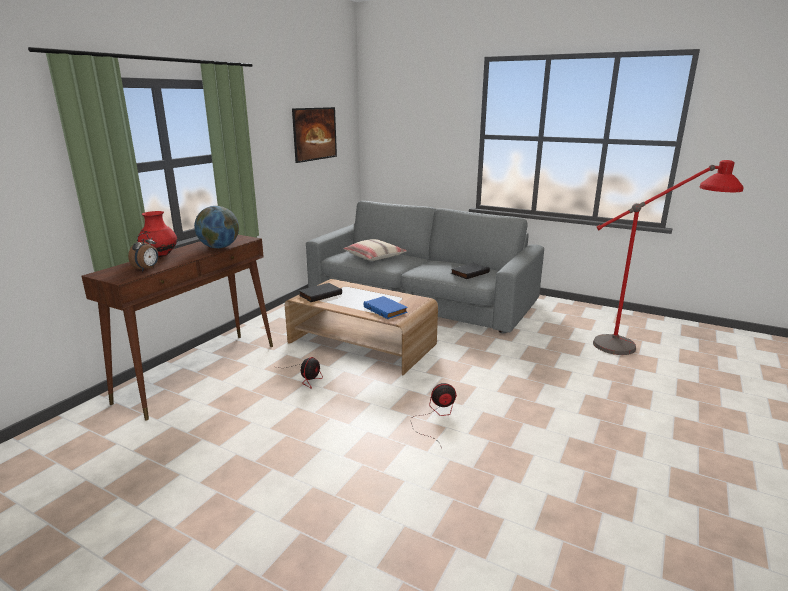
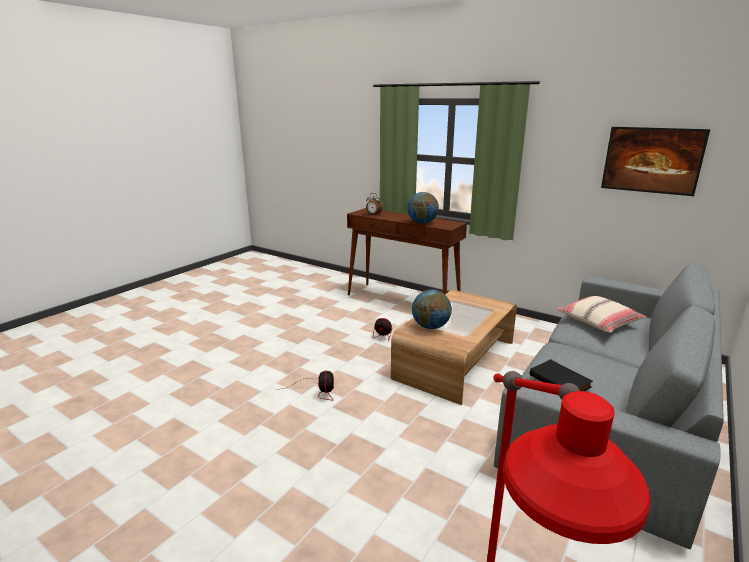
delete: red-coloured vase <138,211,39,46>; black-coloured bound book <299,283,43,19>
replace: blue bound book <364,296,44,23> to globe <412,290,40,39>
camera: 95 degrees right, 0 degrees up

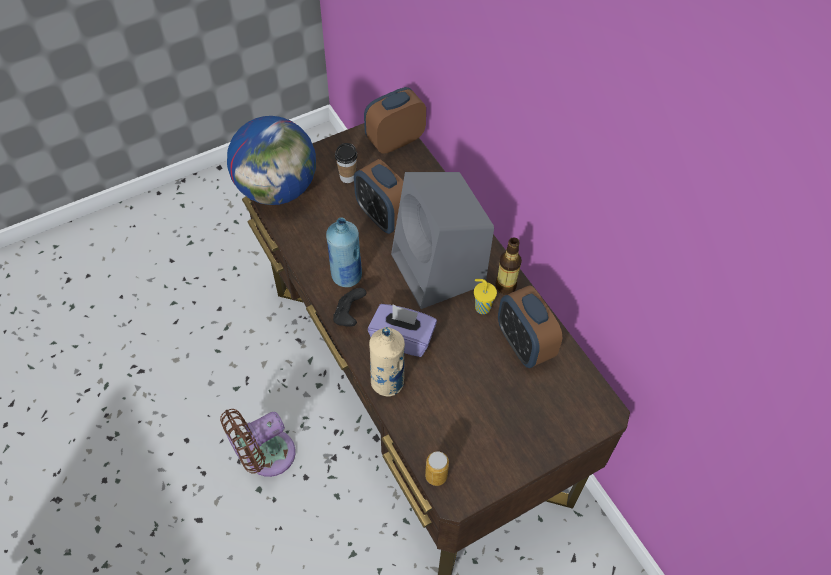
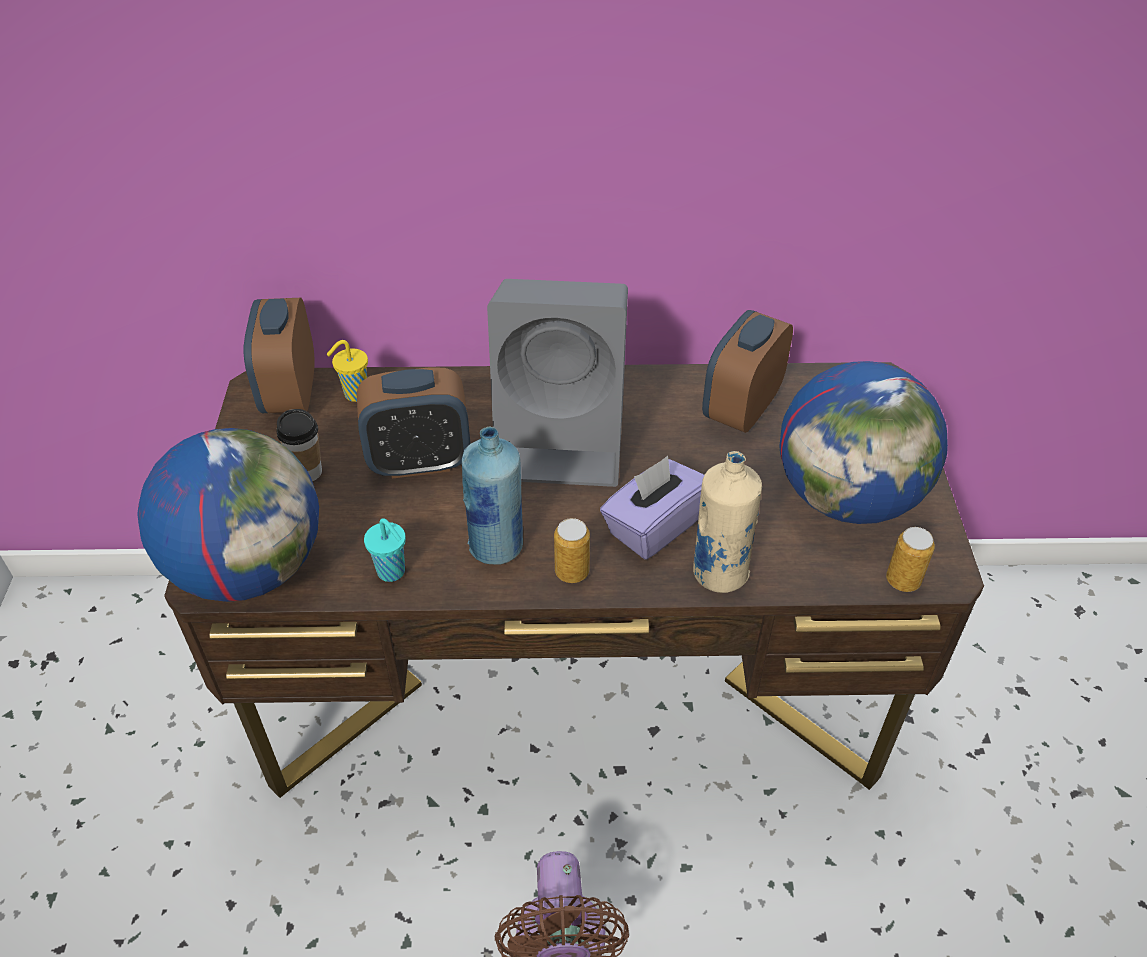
delete: beverage bottle <495,237,27,58>
insert: blue-green cup <364,518,42,64>; globe <779,361,169,163>
move: yellow cup <474,279,23,35> to <327,340,41,62>
replace: black-coloured game controller <333,288,33,39> to can <554,518,36,65>
rotate: bedside clock <498,286,64,82> = <702,310,91,123> 120 degrees clockwise
camera: 60 degrees left, 10 degrees down

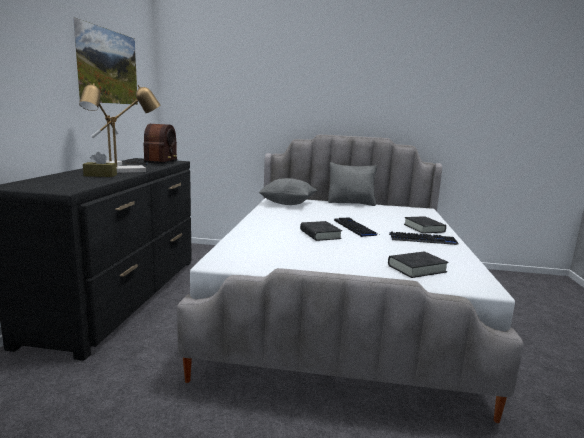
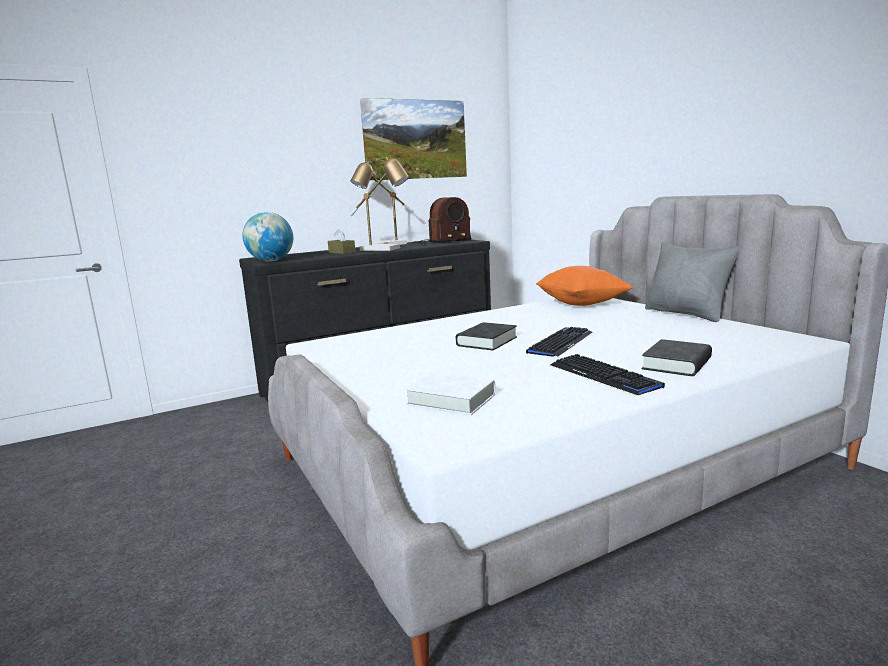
insert: globe <243,212,50,50>
recolor: gray pillow <258,178,59,27> to orange-coloured pillow <536,266,97,40>; black-coloured bound book <388,251,61,27> to whitish bound book <405,373,90,42>
camera: 55 degrees right, 0 degrees up

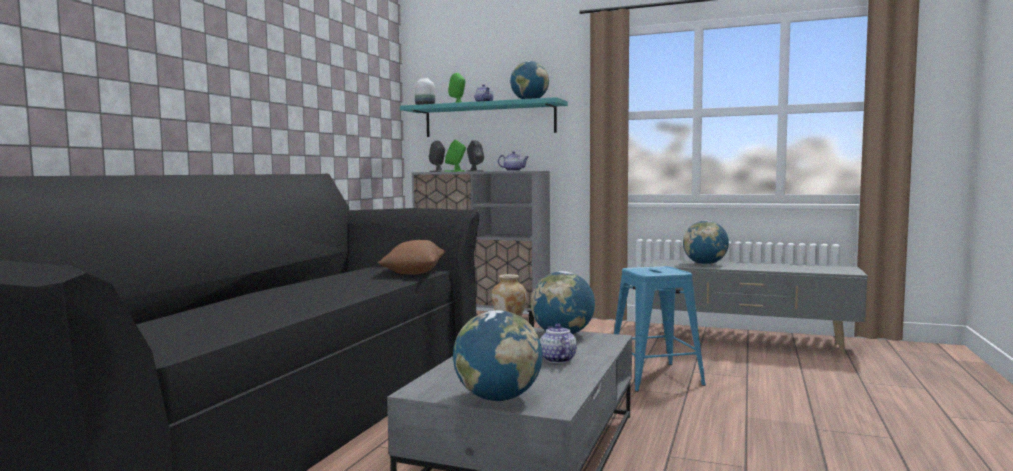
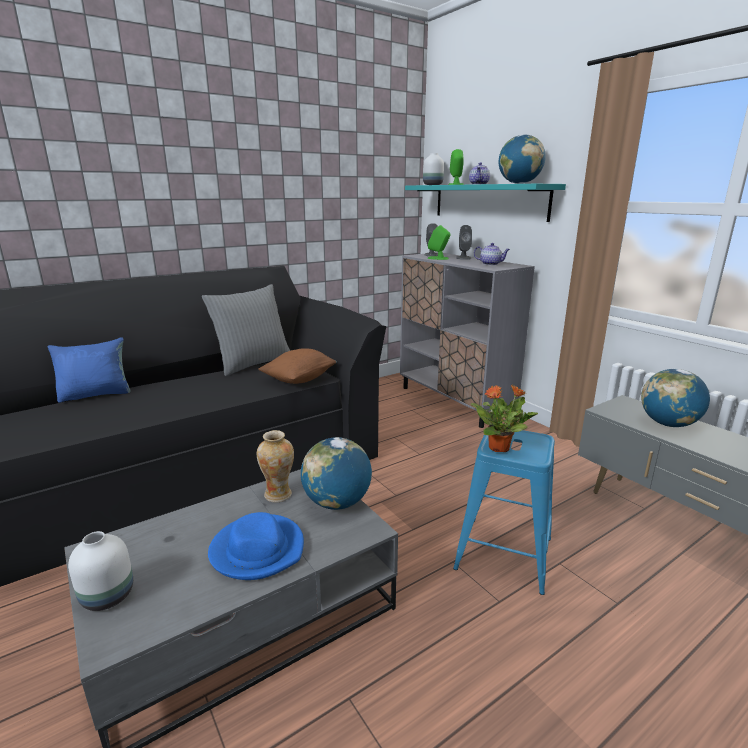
insert: blue pillow <48,337,83,66>; gray pillow <202,284,88,92>; plant in a pot <470,385,68,67>
replace: globe <453,310,89,91> to whitish vase <68,531,65,80>; tea pot <540,324,37,39> to blue wearable hat <208,512,96,68>
camera: 35 degrees right, 15 degrees up

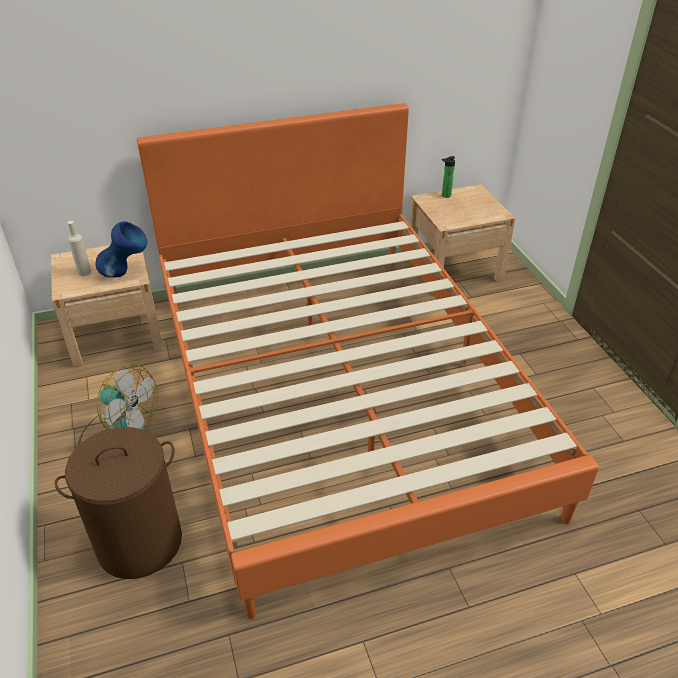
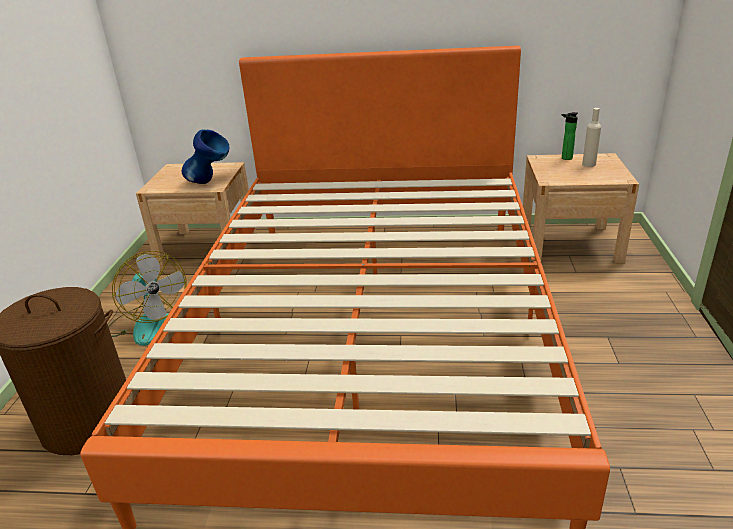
move: beige-coloured beverage bottle <68,221,23,55> to <582,108,19,59>
camera: 25 degrees right, 10 degrees down

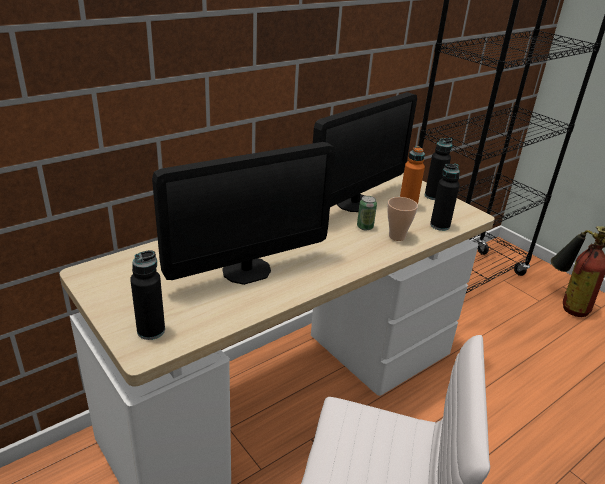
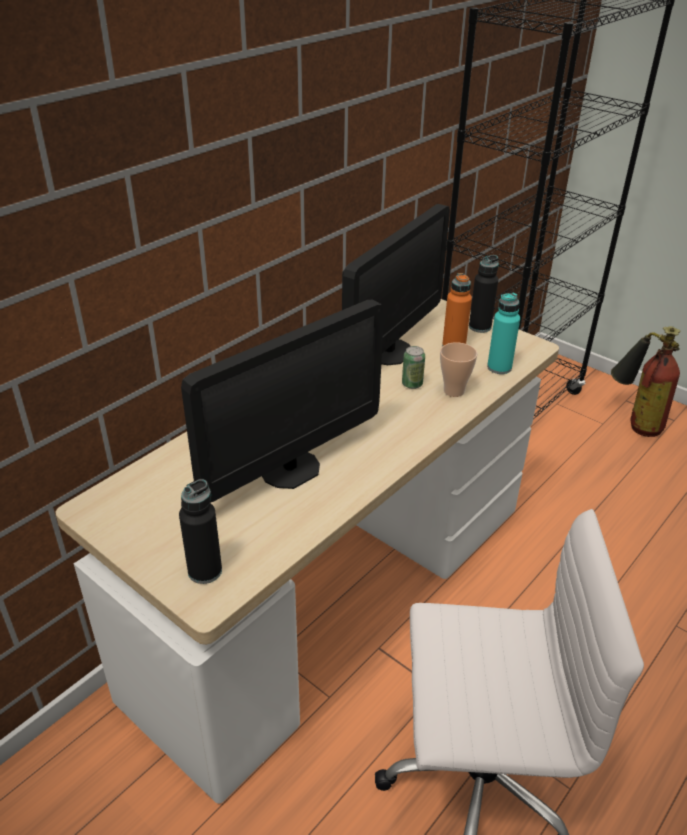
recolor: black-coloured beverage bottle <430,164,30,67> to blue-green beverage bottle <487,293,33,81>
camera: 10 degrees left, 5 degrees up

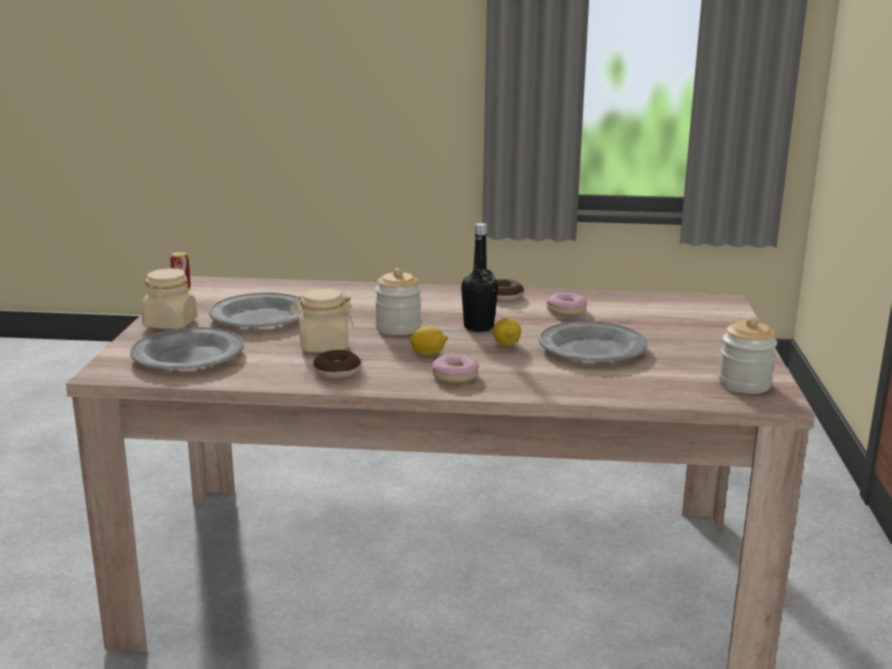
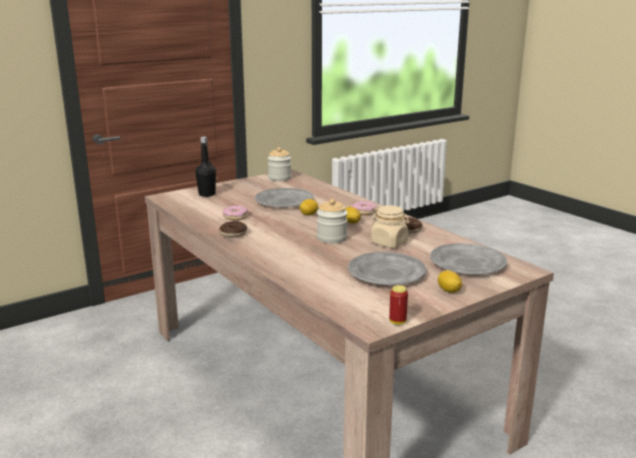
move: black-coloured beverage bottle <461,223,37,109> to <195,136,21,61>
replace: beige-coloured jar <141,268,56,61> to lemon <438,270,24,23>
camera: 130 degrees left, 0 degrees up

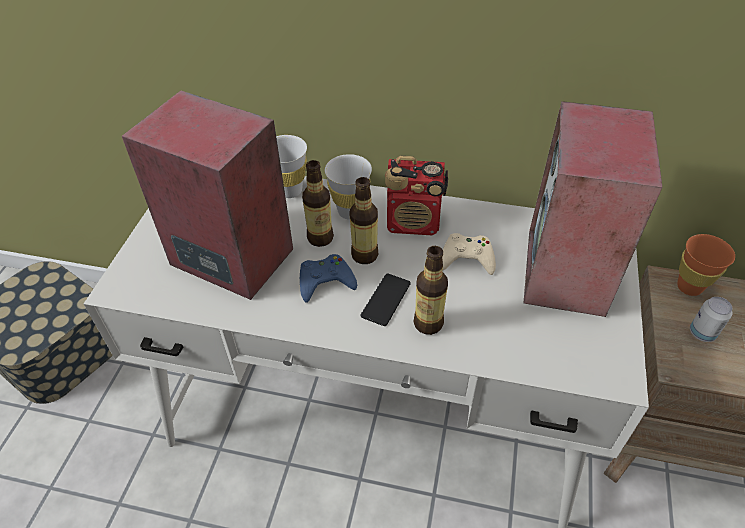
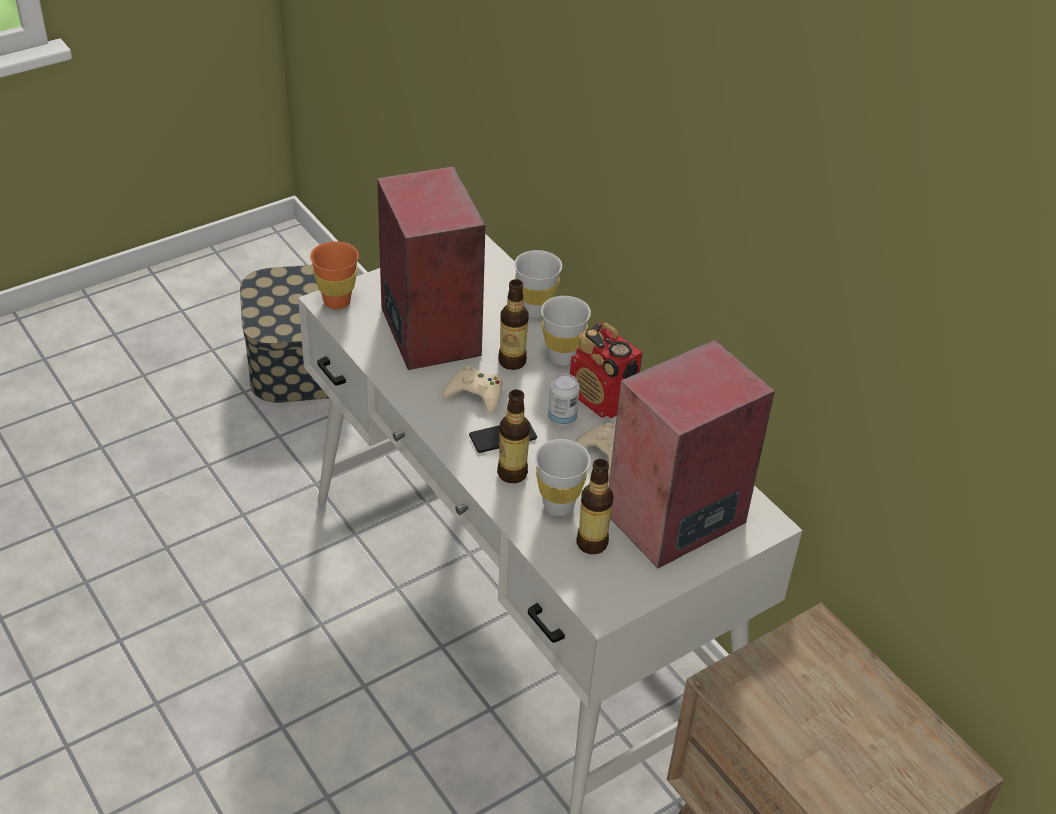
insert: whitish cup <535,439,56,77>
move: beverage bottle <349,177,29,87> to <576,459,38,95>; orange-coloured cup <677,234,58,62> to <310,241,49,69>; can <690,297,42,45> to <548,373,32,53>
recolor: blue game controller <300,254,57,49> to beige-coloured game controller <442,366,60,49>
camera: 40 degrees right, 5 degrees down

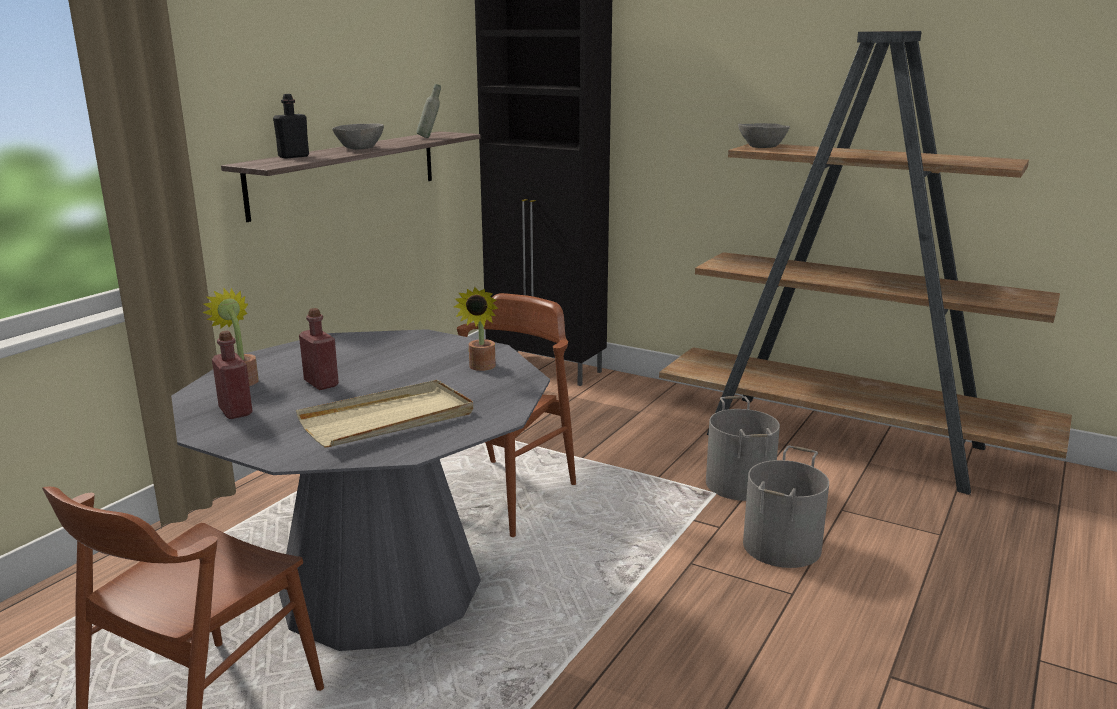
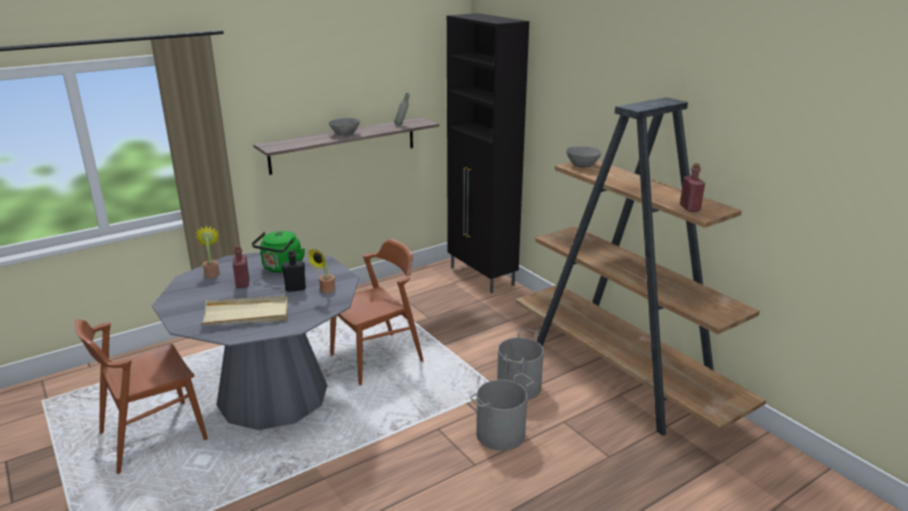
insert: greenish tea kettle <252,231,53,42>
move: red-coloured beverage bottle <212,331,41,88> to <680,163,25,49>; black-coloured beverage bottle <273,94,36,65> to <282,250,24,42>
camera: 25 degrees right, 5 degrees up

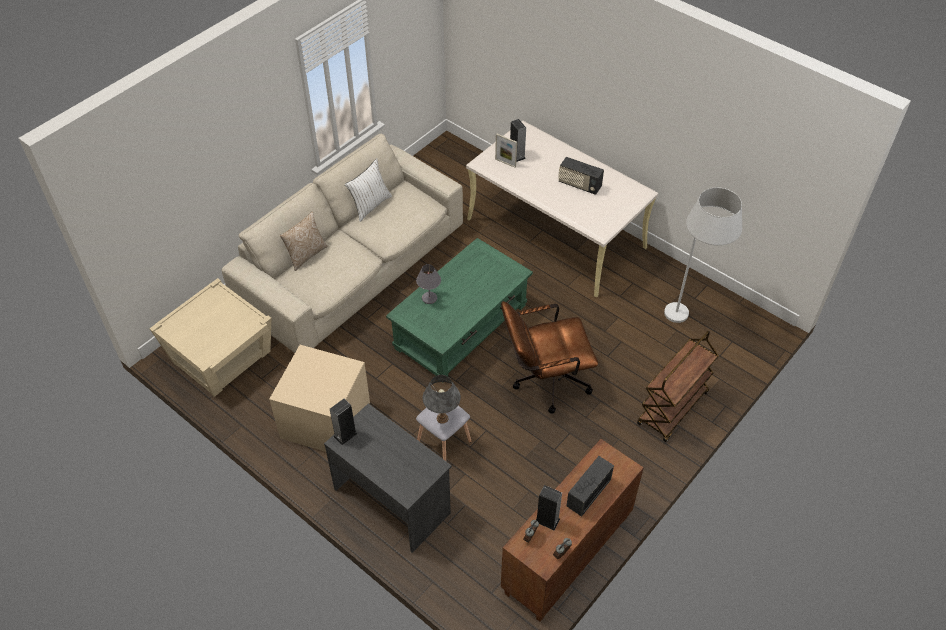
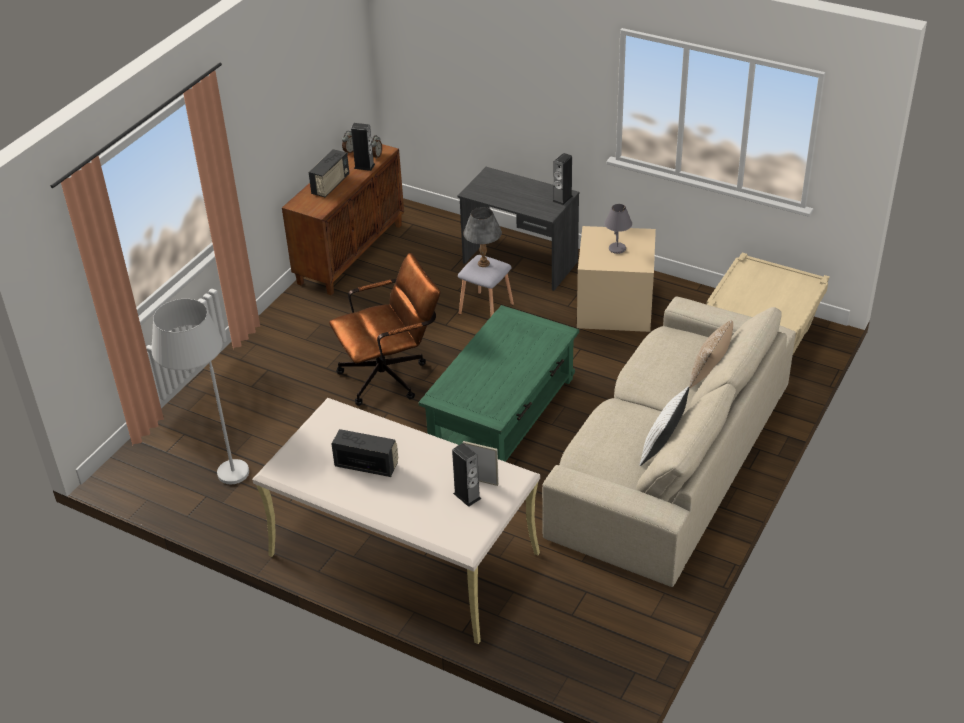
delete: brown cart <637,331,82,111>
move: gray lamp for a table <416,264,25,40> to <604,204,28,50>
camera: 170 degrees right, 10 degrees down

